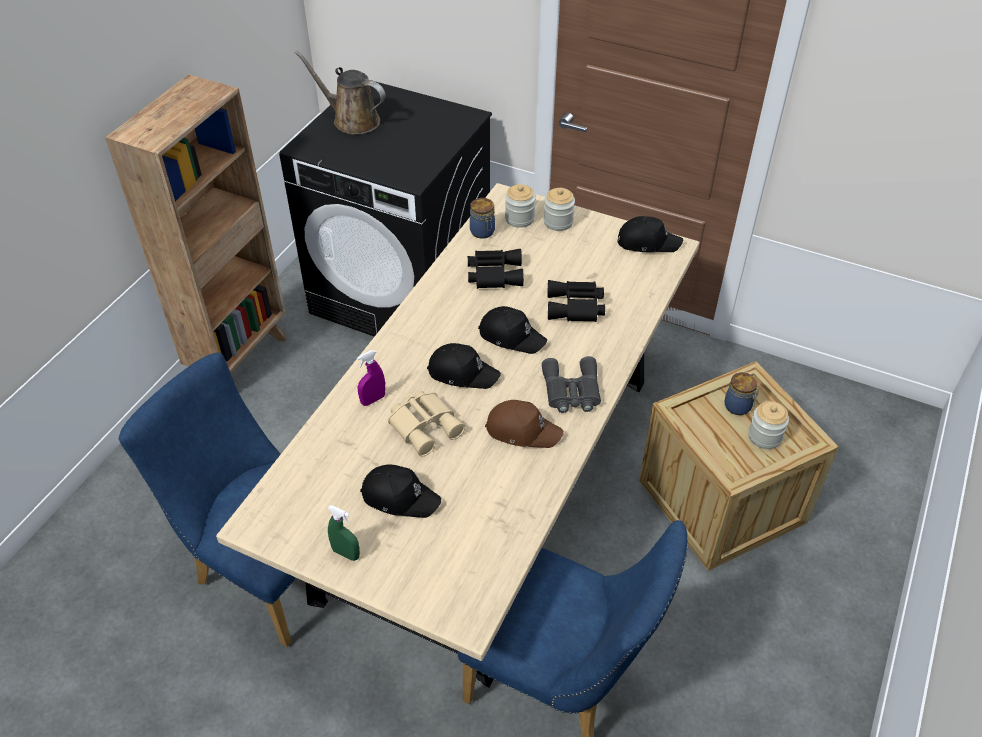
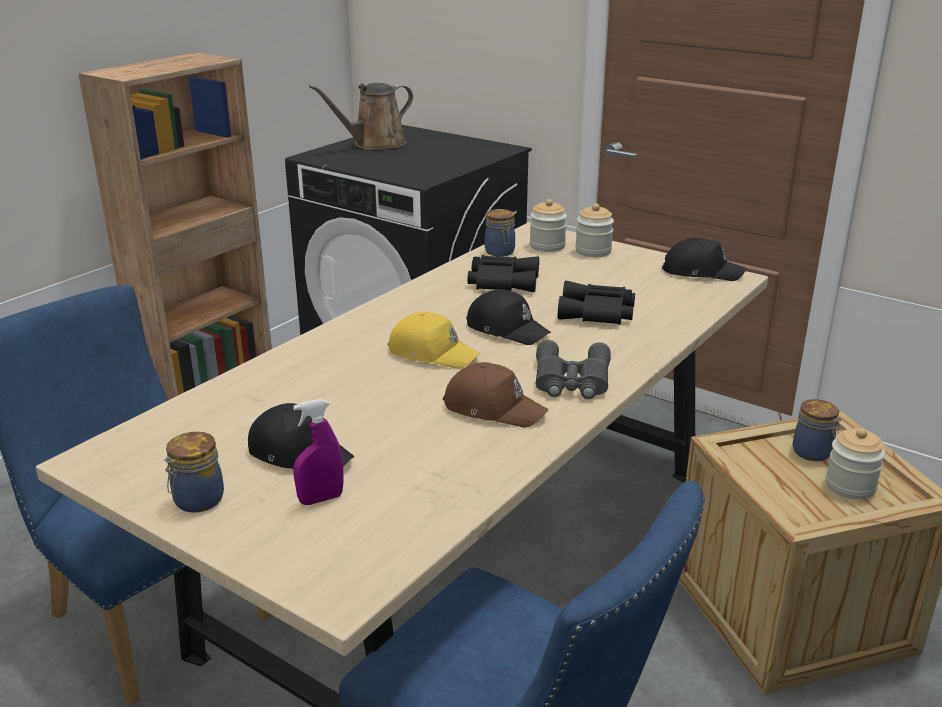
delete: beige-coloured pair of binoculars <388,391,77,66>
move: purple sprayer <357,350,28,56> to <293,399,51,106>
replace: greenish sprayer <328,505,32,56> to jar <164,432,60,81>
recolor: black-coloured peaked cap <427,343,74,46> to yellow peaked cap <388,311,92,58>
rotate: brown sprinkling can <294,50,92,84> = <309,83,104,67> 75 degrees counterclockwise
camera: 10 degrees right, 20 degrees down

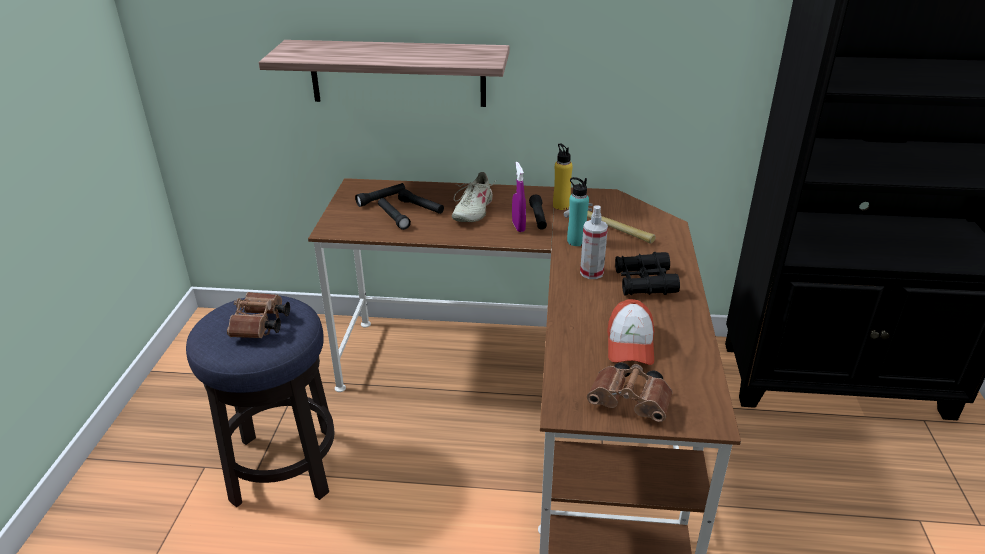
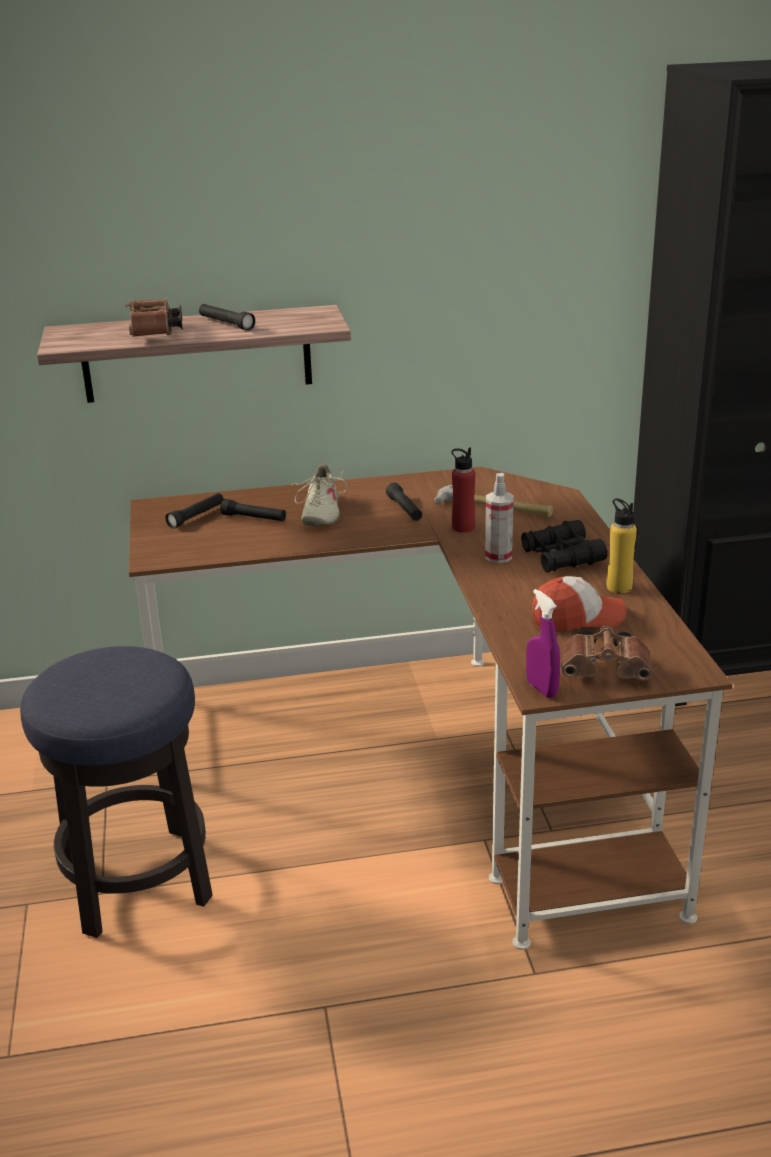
move: brown pair of binoculars <227,292,63,46> to <125,297,58,40>; black-coloured flashlight <378,198,33,32> to <199,304,56,27>; purple sprayer <512,162,14,70> to <526,589,34,109>; yellow beverage bottle <553,143,20,67> to <607,498,30,95>
recolor: blue-green beverage bottle <567,177,22,69> to red-coloured beverage bottle <451,448,24,85>
rotate: peaked cap <607,299,47,66> = <532,576,94,56> 90 degrees counterclockwise
camera: 15 degrees left, 5 degrees down

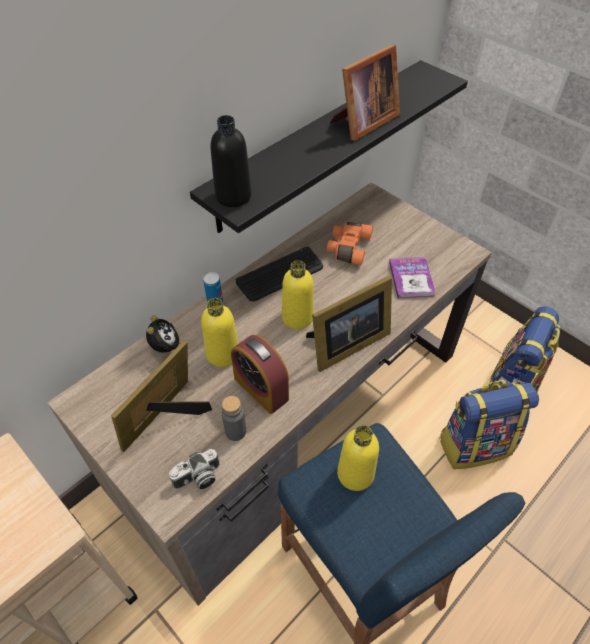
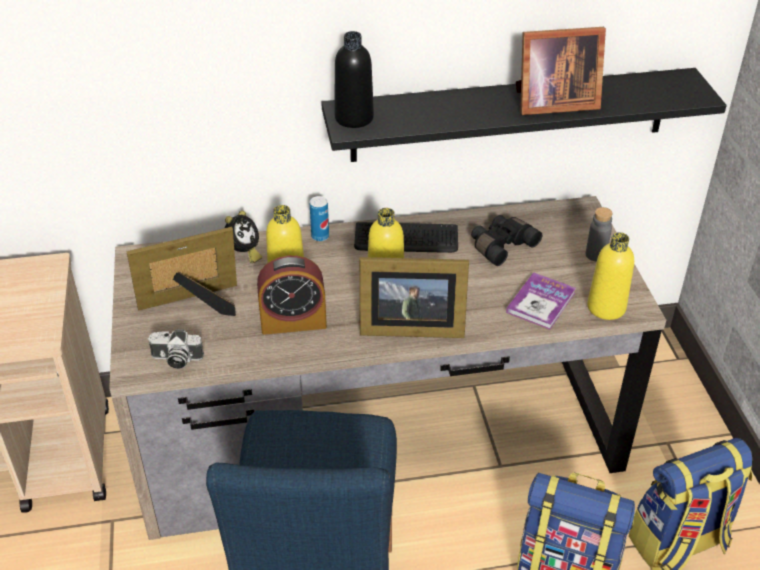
move: gray beverage bottle <222,396,24,45> to <586,207,27,55>; yellow beverage bottle <337,425,42,66> to <587,232,47,88>
recolor: orange-coloured pair of binoculars <327,222,46,44> to black-coloured pair of binoculars <471,215,71,51>
rotate: bedside clock <231,335,58,79> = <257,255,70,80> 90 degrees counterclockwise
camera: 35 degrees right, 10 degrees down

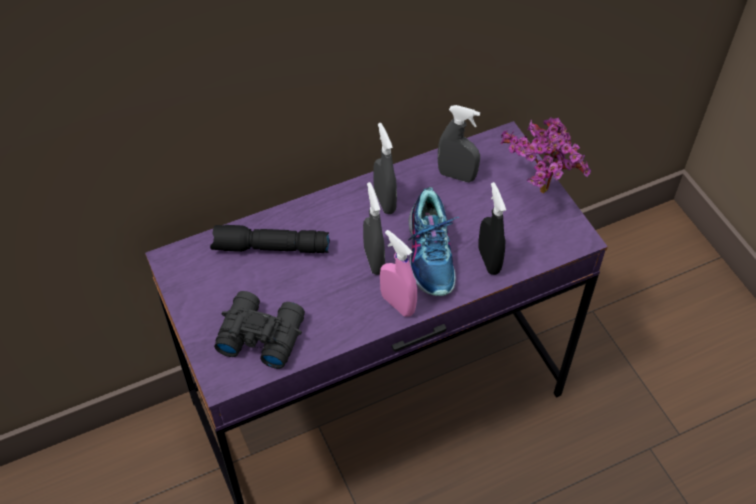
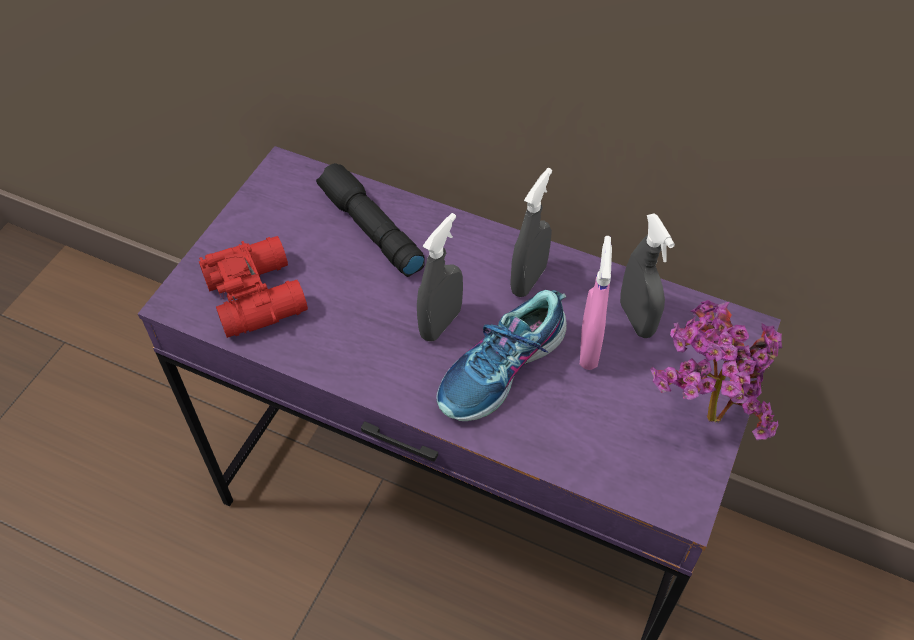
delete: black-coloured sprayer <479,182,27,93>
move: pink sprayer <380,230,37,87> to <580,236,32,134>
recolor: black-coloured pair of binoculars <214,291,91,78> to red-coloured pair of binoculars <199,236,109,102>
camera: 50 degrees right, 0 degrees up

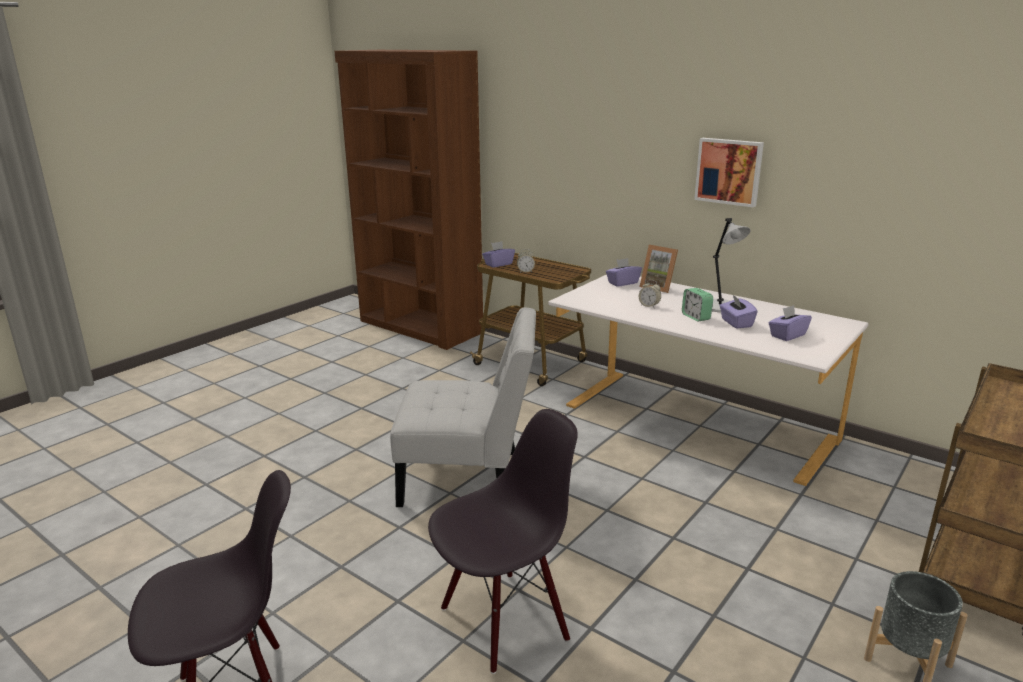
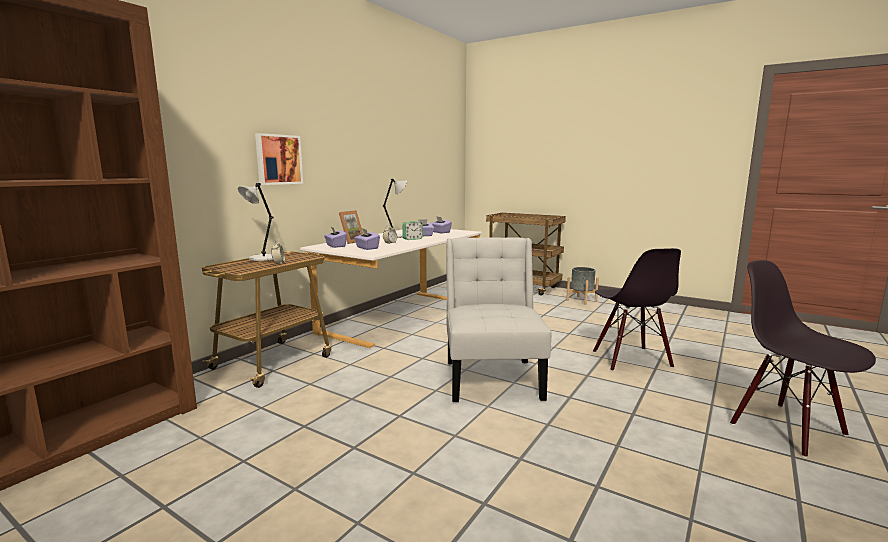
insert: gray lamp for a table <238,183,36,78>
move: purple tissue box <482,241,33,27> to <354,229,26,21>; wall art <694,138,70,69> to <255,133,48,52>
rotate: black-coloured plain chair <428,409,150,265> = <593,248,88,123> 150 degrees counterclockwise
camera: 95 degrees left, 10 degrees down

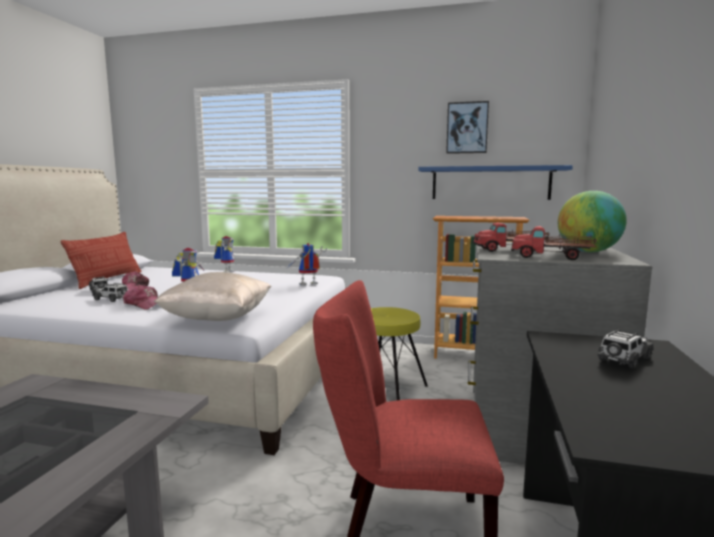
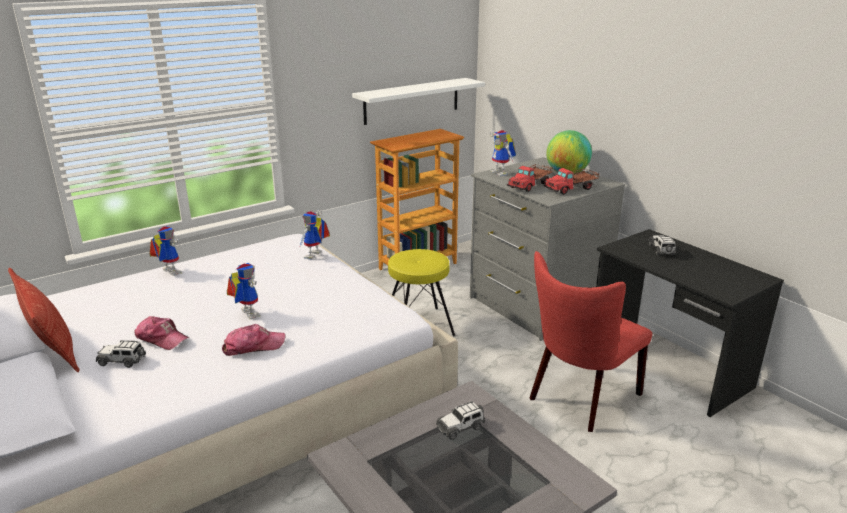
delete: beige-coloured pillow <154,272,117,49>; wall art <446,101,43,53>
insert: toy robot <489,130,27,46>
move: miniature car <92,283,36,19> to <436,401,49,39>
recolor: blue bracket shelf <418,165,155,35> to whitish bracket shelf <352,78,133,47>
camera: 50 degrees left, 15 degrees up

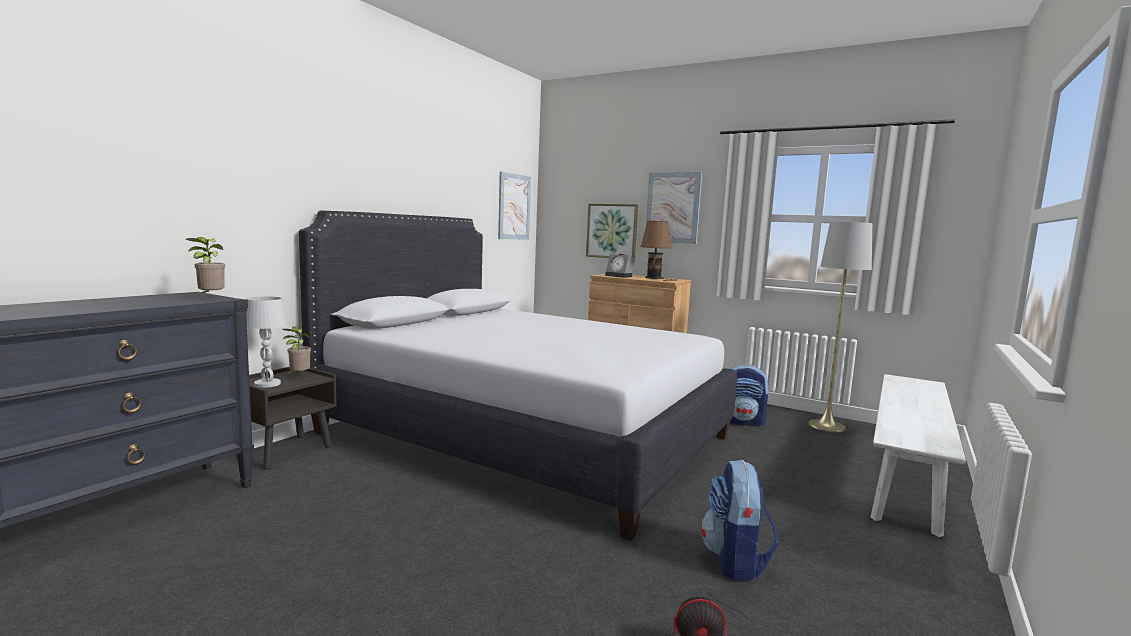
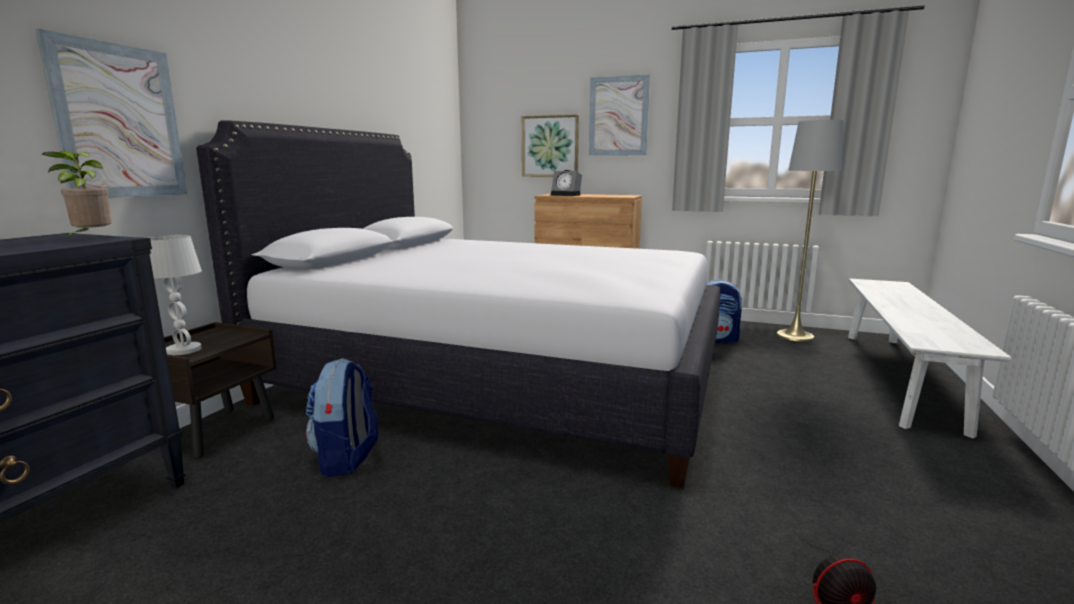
delete: plant in a pot <282,327,29,47>; brown lamp for a table <641,221,36,60>
move: wall art <498,172,33,67> to <35,29,152,169>; rucksack <701,460,78,120> to <306,358,72,119>
camera: 10 degrees left, 5 degrees up

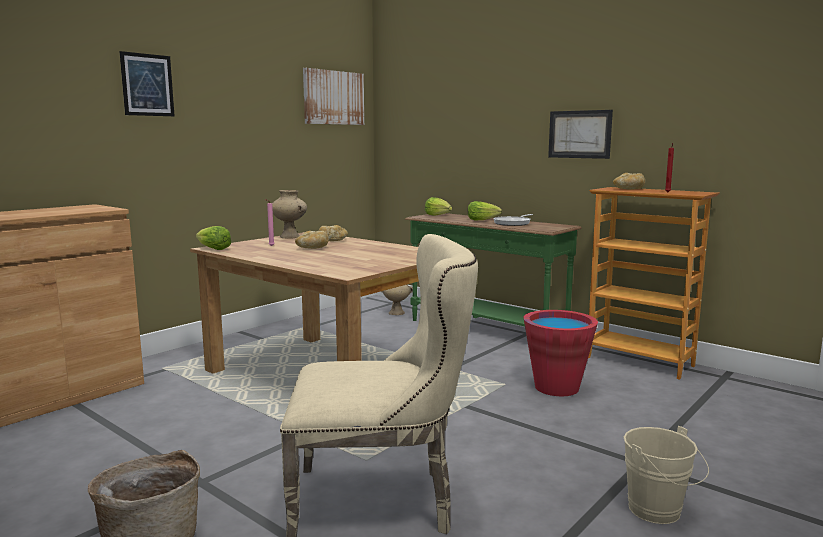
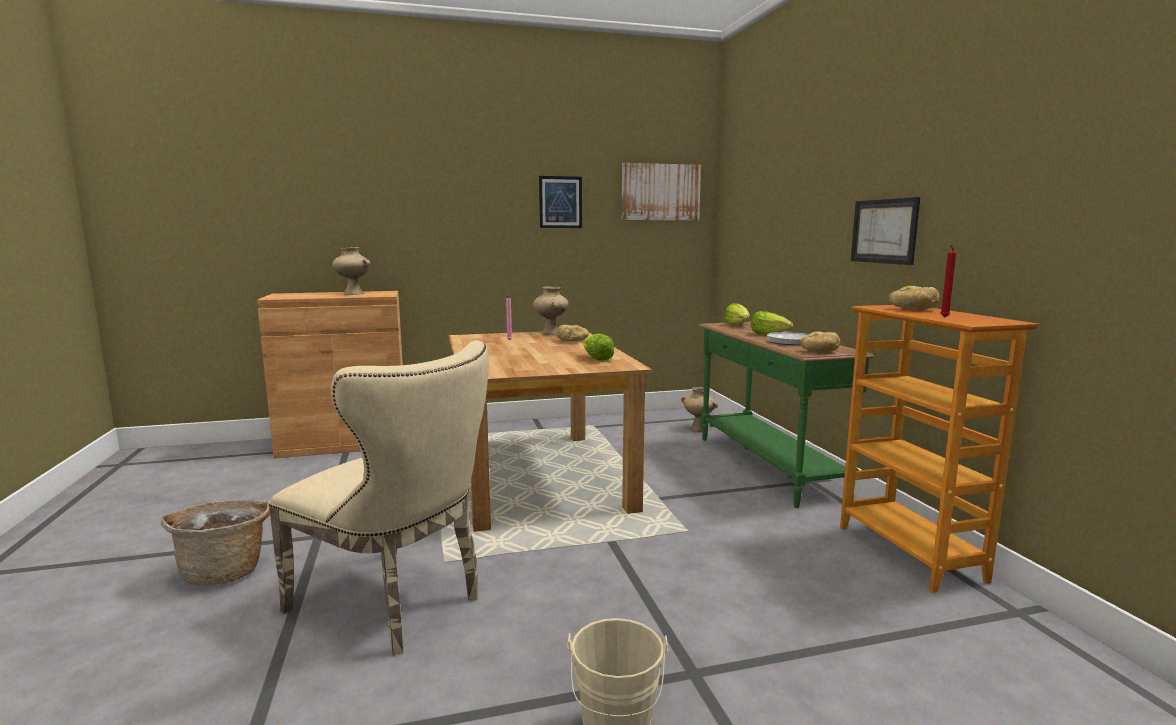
delete: red-coloured water bucket <523,310,75,86>
insert: beige-coloured vase <332,247,39,48>
move: wall art <119,51,55,65> to <539,176,43,52>; lettuce <196,226,35,24> to <583,334,31,27>; bakery bread <295,231,34,18> to <799,331,41,21>
camera: 35 degrees right, 0 degrees up

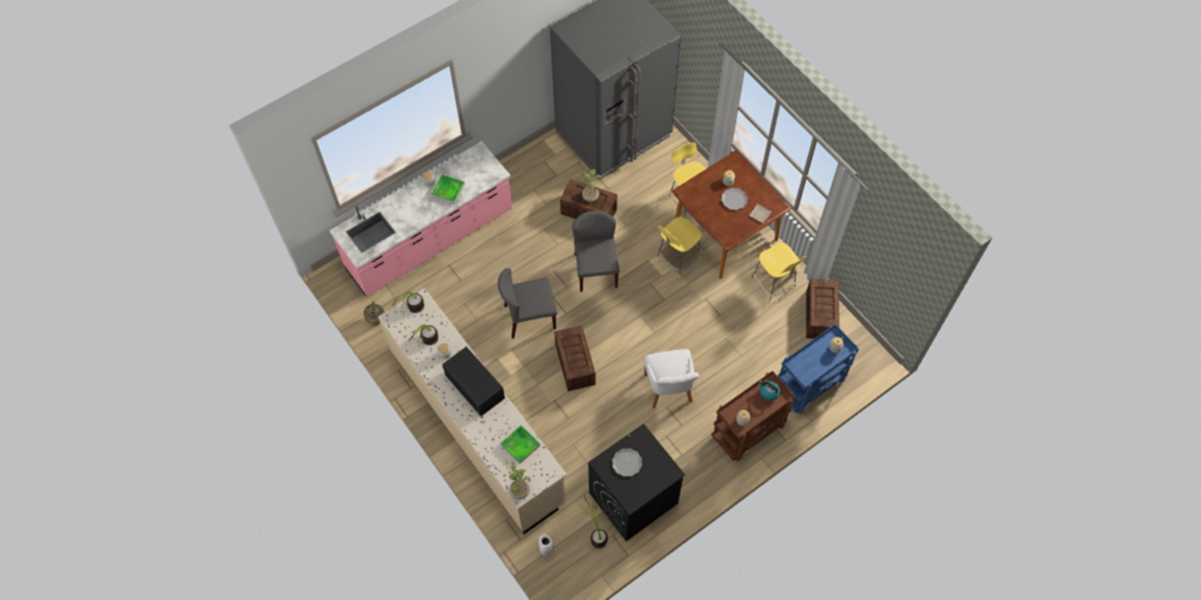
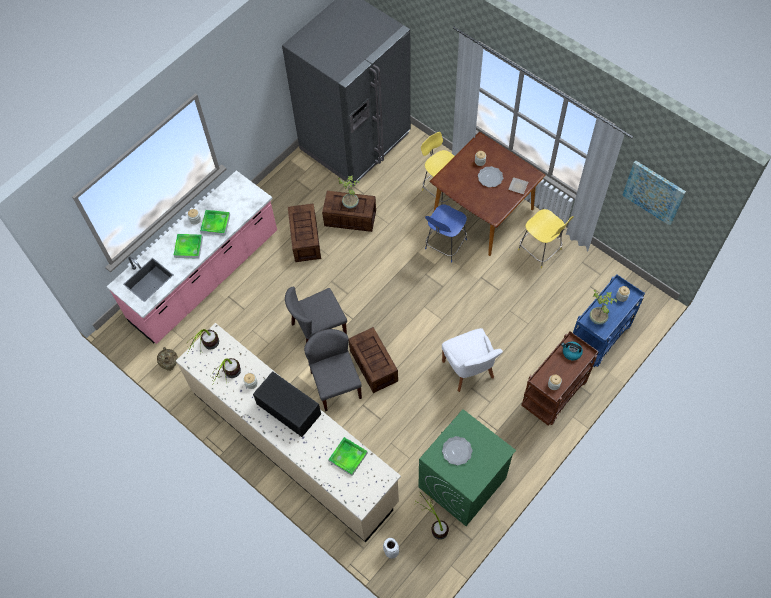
insert: tray <174,234,29,25>; wall art <622,160,64,66>
move: plant in a pot <508,462,24,37> to <589,290,28,35>; gray plain chair <572,211,47,81> to <304,329,58,82>; crate <806,278,33,61> to <288,203,33,59>
recolor: black-coloured washing machine <588,424,97,117> to greenish washing machine <418,409,98,117>; yellow sitting stool <657,217,45,60> to blue sitting stool <425,205,42,58>
camera: 10 degrees left, 0 degrees up

